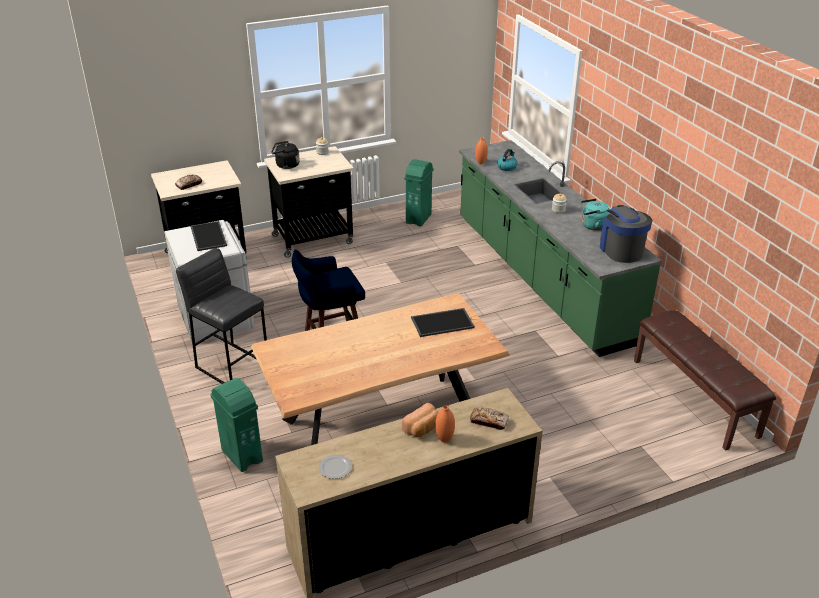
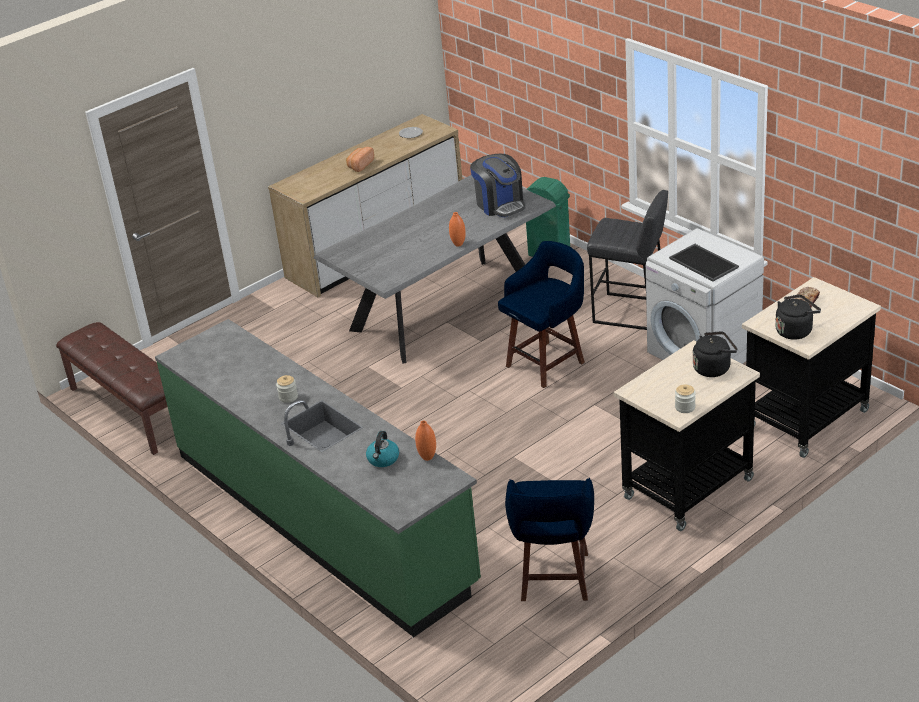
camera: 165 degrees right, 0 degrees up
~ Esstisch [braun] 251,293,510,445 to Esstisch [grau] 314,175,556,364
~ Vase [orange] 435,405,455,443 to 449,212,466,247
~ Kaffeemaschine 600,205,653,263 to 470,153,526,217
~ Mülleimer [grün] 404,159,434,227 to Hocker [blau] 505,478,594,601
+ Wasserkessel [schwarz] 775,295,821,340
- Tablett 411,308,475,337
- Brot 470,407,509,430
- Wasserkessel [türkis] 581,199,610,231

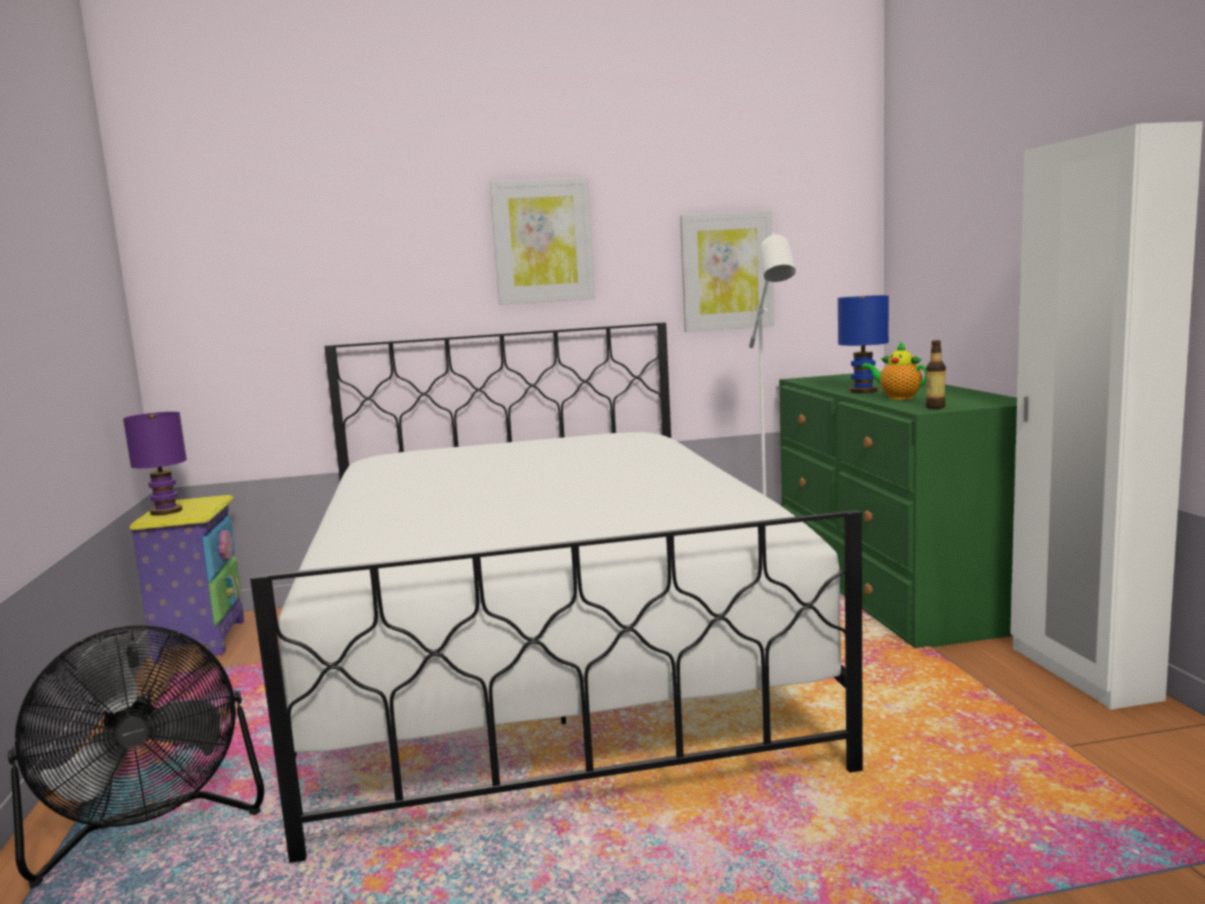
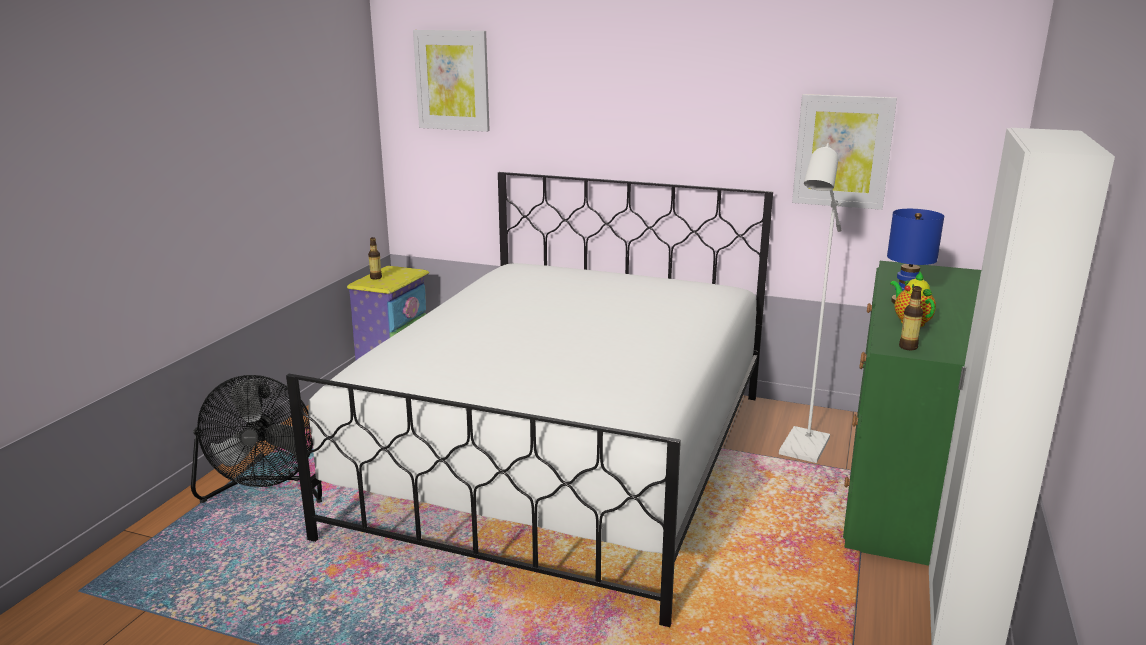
camera: 30 degrees right, 10 degrees up
~ Tischlampe [lila] 123,412,187,516 to Flasche 368,237,382,280
~ Bild 490,177,595,305 to 413,30,490,132

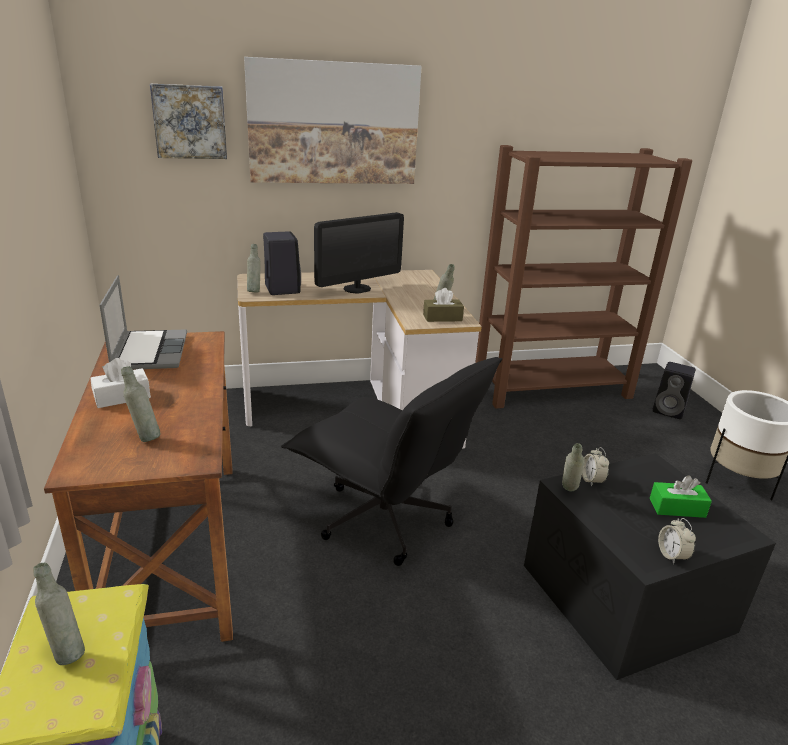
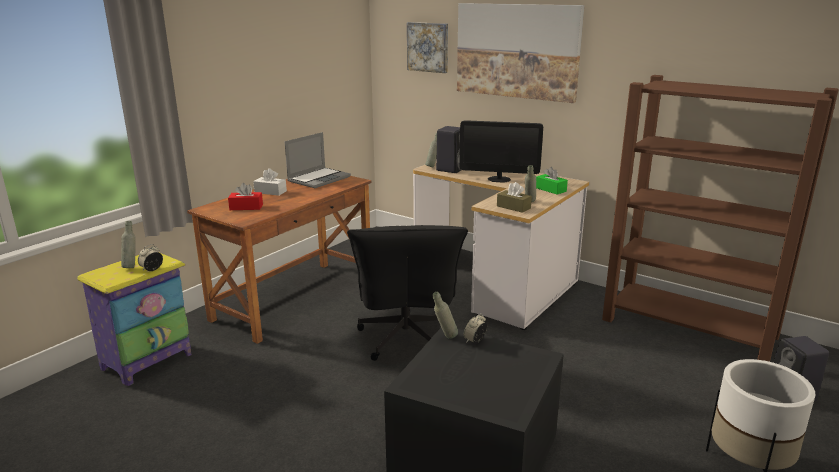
camera: 50 degrees right, 5 degrees down
~ Wecker 658,518,696,564 to 138,244,163,271
~ Flasche [grau] 121,366,160,442 to Taschentuchbox [rot] 228,183,263,210
~ Taschentuchbox [grün] 650,475,712,518 to 536,167,568,194

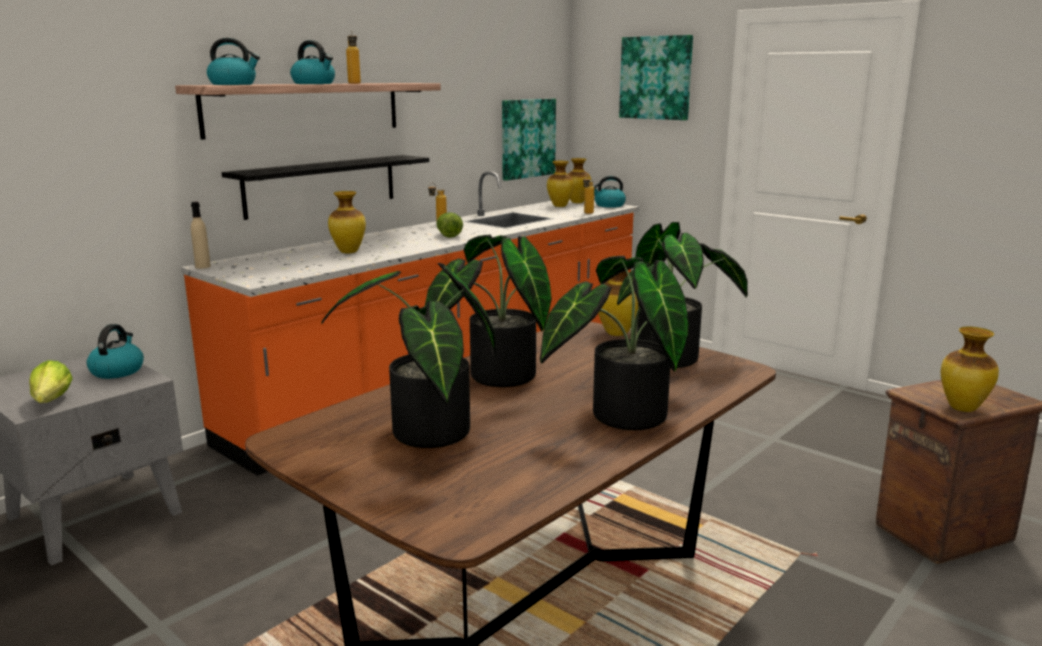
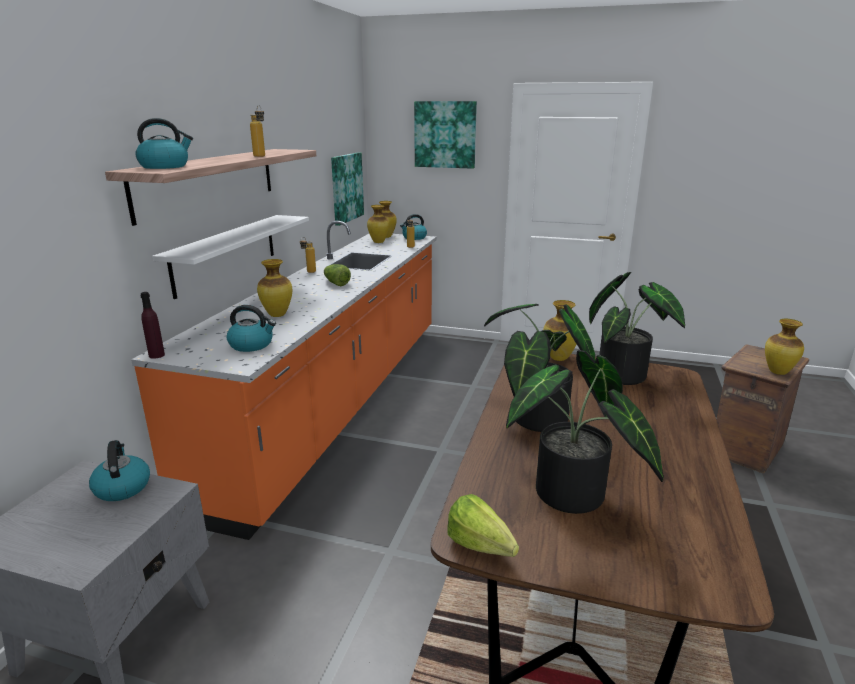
camera: 25 degrees left, 5 degrees up
~ Flasche [beige] 191,202,211,269 to Flasche [lila] 140,292,165,359
~ Wandregal [schwarz] 222,155,429,220 to Wandregal [weiß] 152,215,309,299
~ Wasserkessel 290,40,335,84 to 227,305,276,352
~ Salatkopf 29,360,73,403 to 447,494,519,557
- Topfpflanze 540,256,689,430

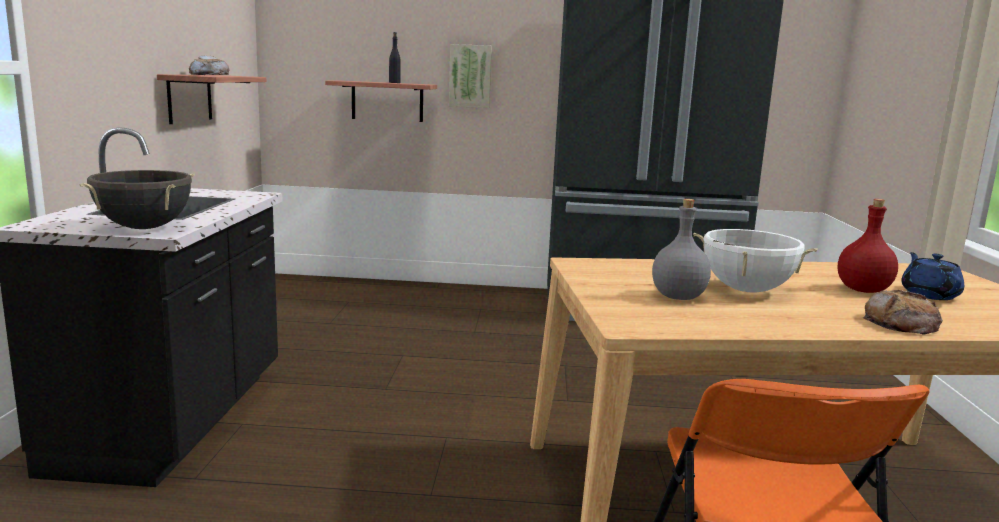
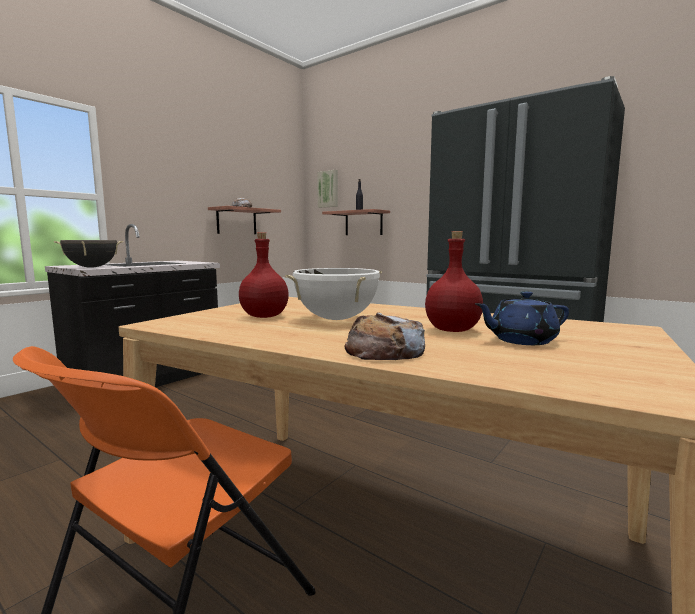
camera: 35 degrees right, 5 degrees down
~ Flasche [grau] 652,199,711,300 to Flasche [rot] 239,232,289,318
~ Bild 449,44,492,108 to 317,170,338,208
~ Teekanne [blau] 901,252,964,300 = 475,291,569,345 135 degrees counterclockwise

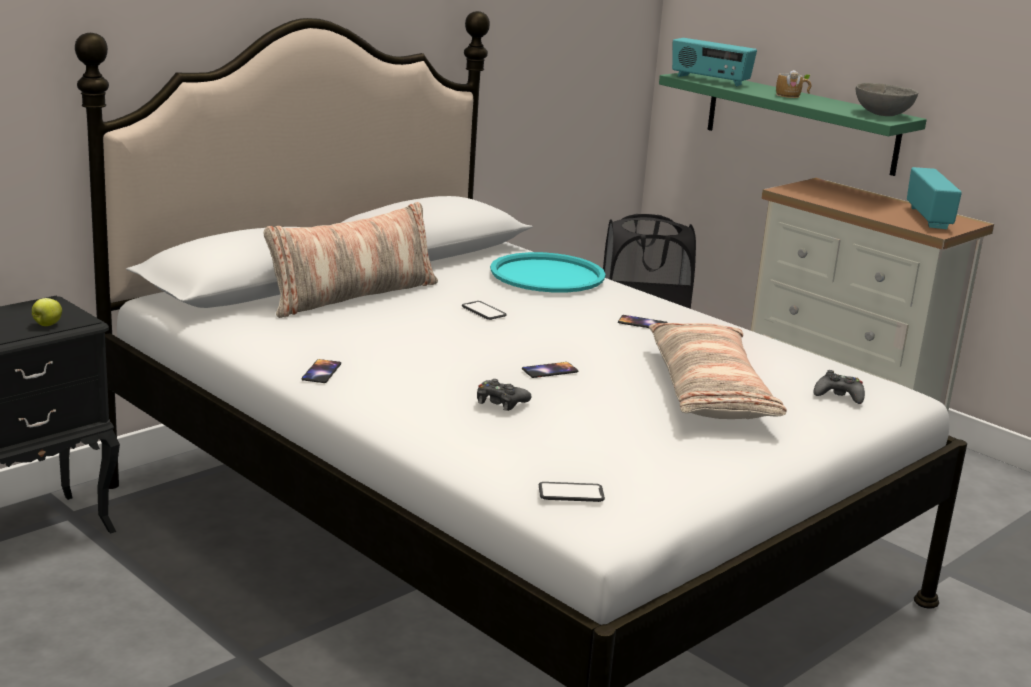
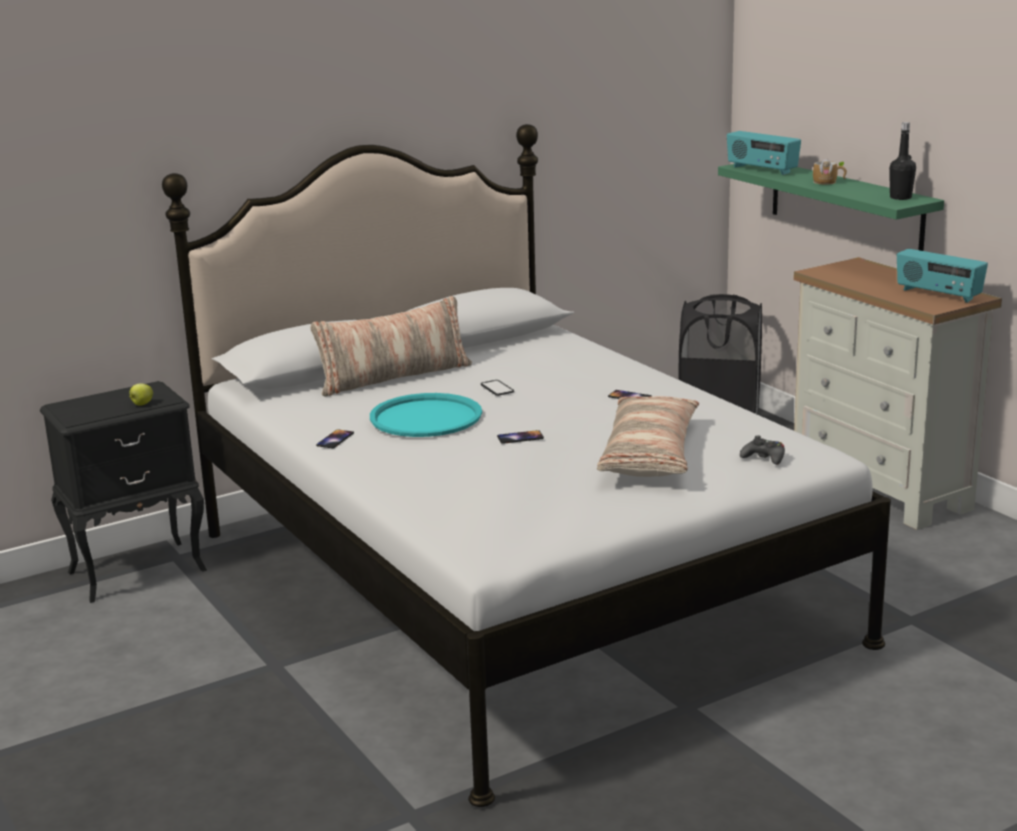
camera: 15 degrees right, 0 degrees up
~ Tablett [türkis] 490,252,606,292 to 370,393,482,437
~ Schüssel [grau] 856,83,918,116 to Flasche [schwarz] 889,122,916,200
~ Radio 907,167,962,229 = 897,249,988,303 120 degrees clockwise
- Gamepad [schwarz] 477,379,532,411
- Handy 539,482,605,502

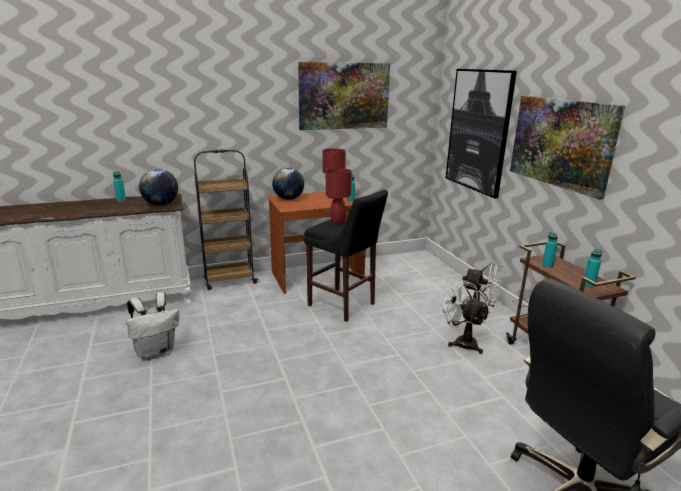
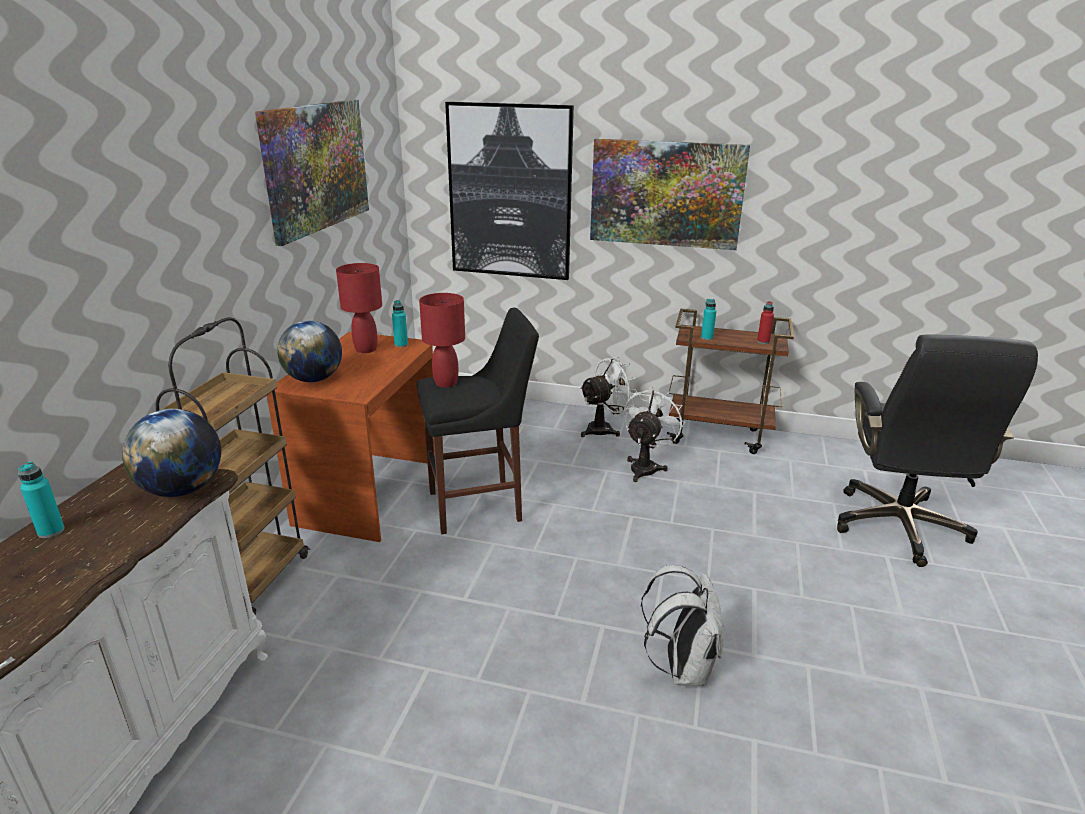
camera: 55 degrees left, 5 degrees up
~ Ventilator [weiß] 438,279,491,354 = 623,386,685,482 120 degrees clockwise
~ Rucksack [weiß] 126,292,179,360 to 641,565,724,687
~ Flasche [türkis] 584,249,602,288 to Flasche [rot] 757,301,774,344

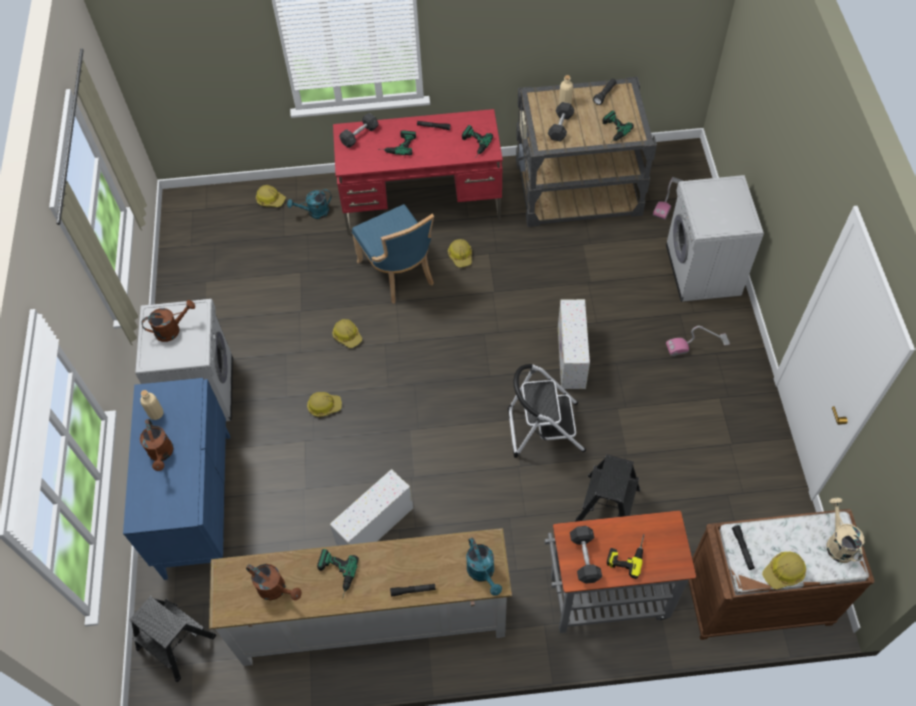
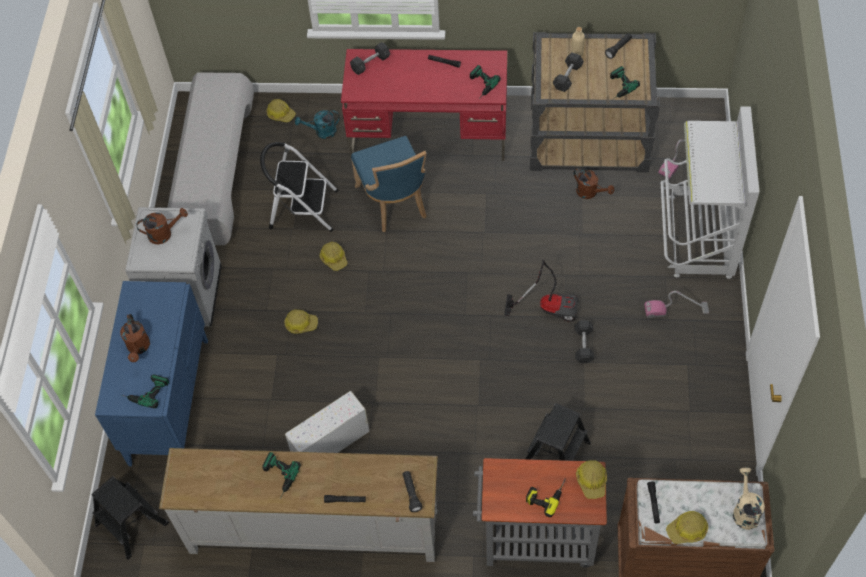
camera: 10 degrees right, 0 degrees up
~ Bohrmaschine 379,130,416,155 to 122,374,169,408
+ Bank [grau] 167,72,254,245
~ Trittleiter 508,364,586,458 to 260,142,338,232
~ Gießkanne [türkis] 466,537,502,595 to Taschenlampe [schwarz] 402,471,423,512
~ Aufbewahrungsbox [weiß] 558,299,590,389 to Staubsauger 504,260,578,321
~ Gießkanne [braun] 246,564,302,600 to 573,168,614,199
~ Hantel [grau] 570,526,602,584 to 574,320,594,363
~ Schutzhelm 448,239,472,267 to 576,460,607,499
~ Waschmaschine [weiß] 666,175,764,302 to Schuhregal [weiß] 661,106,760,279
- Flasche [beige] 140,390,164,420

